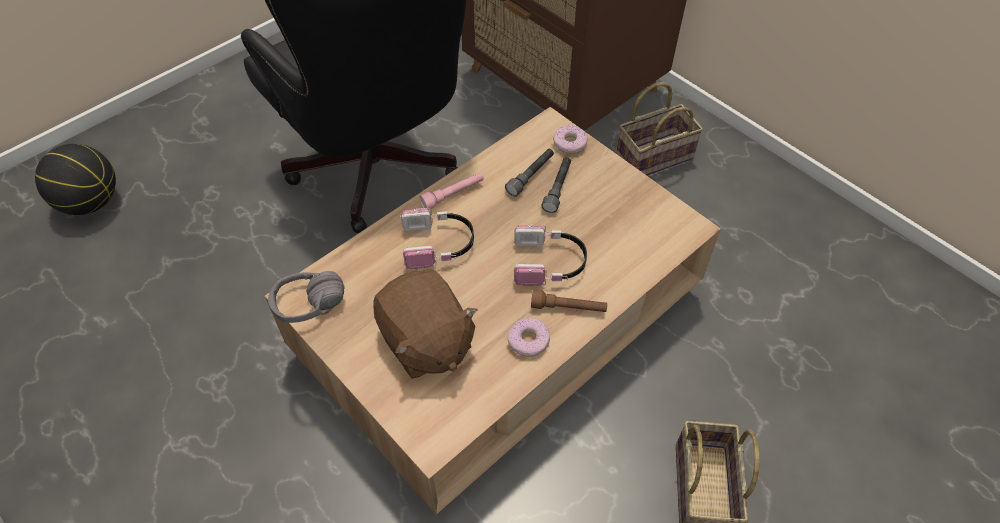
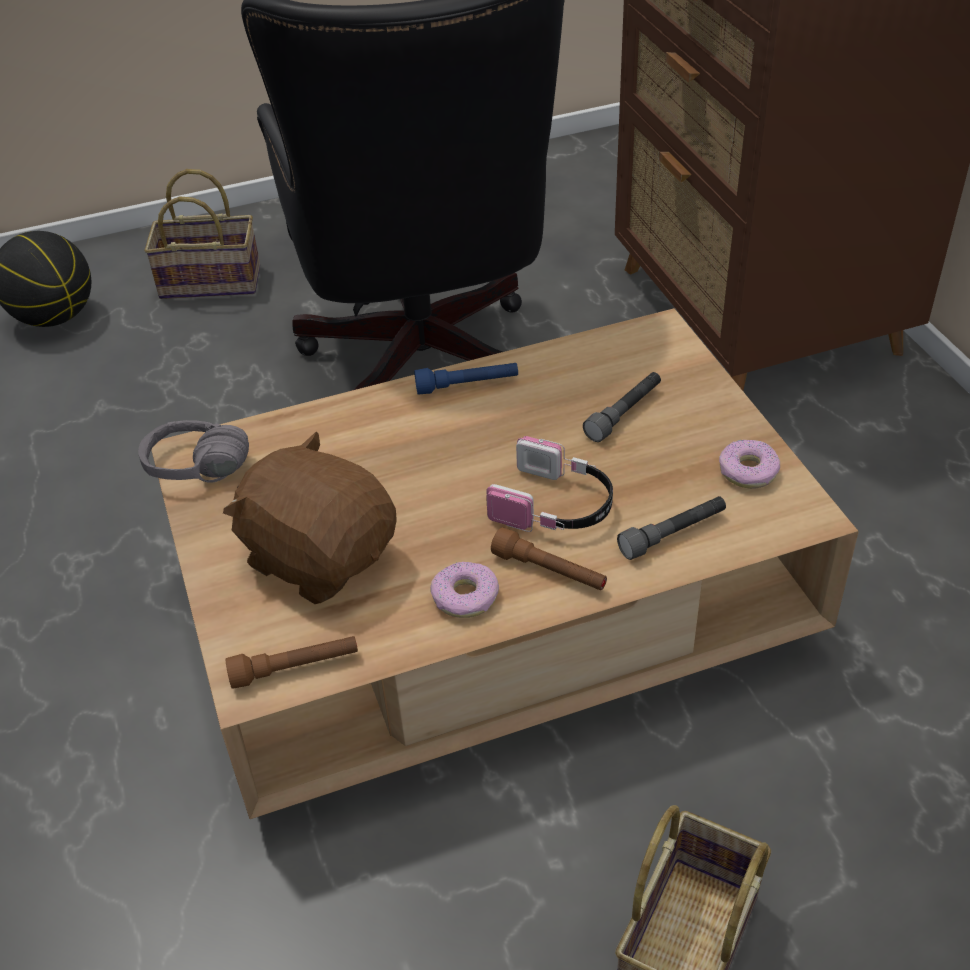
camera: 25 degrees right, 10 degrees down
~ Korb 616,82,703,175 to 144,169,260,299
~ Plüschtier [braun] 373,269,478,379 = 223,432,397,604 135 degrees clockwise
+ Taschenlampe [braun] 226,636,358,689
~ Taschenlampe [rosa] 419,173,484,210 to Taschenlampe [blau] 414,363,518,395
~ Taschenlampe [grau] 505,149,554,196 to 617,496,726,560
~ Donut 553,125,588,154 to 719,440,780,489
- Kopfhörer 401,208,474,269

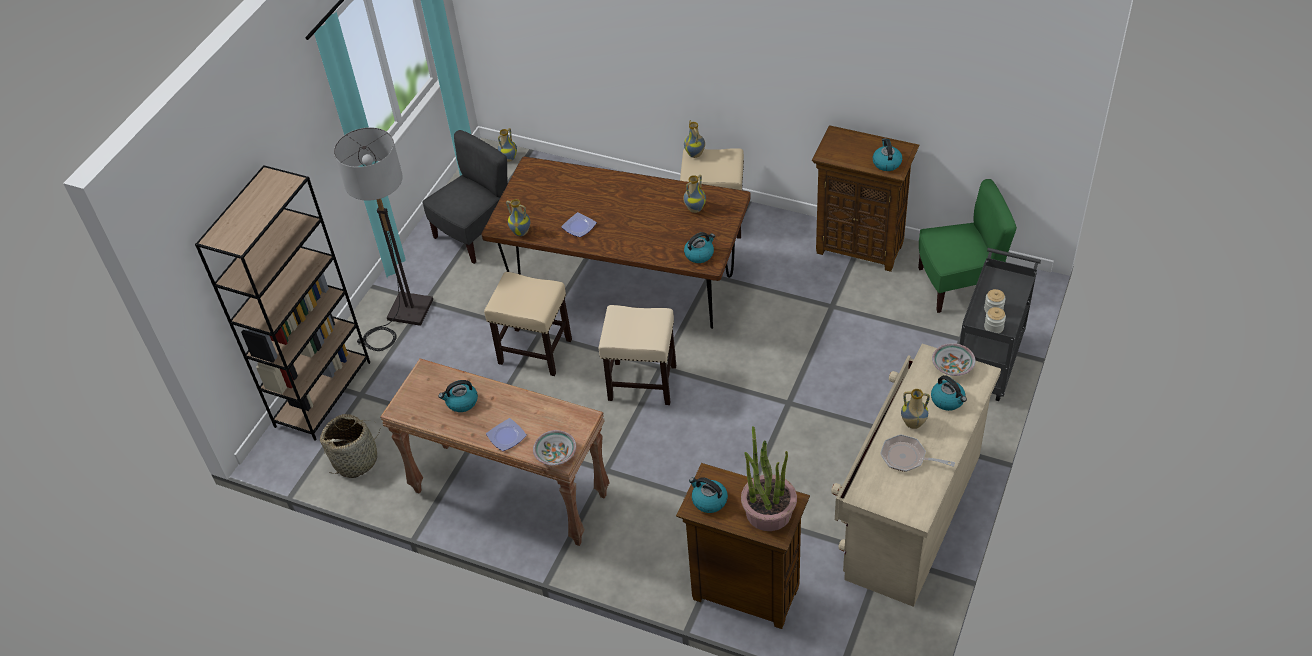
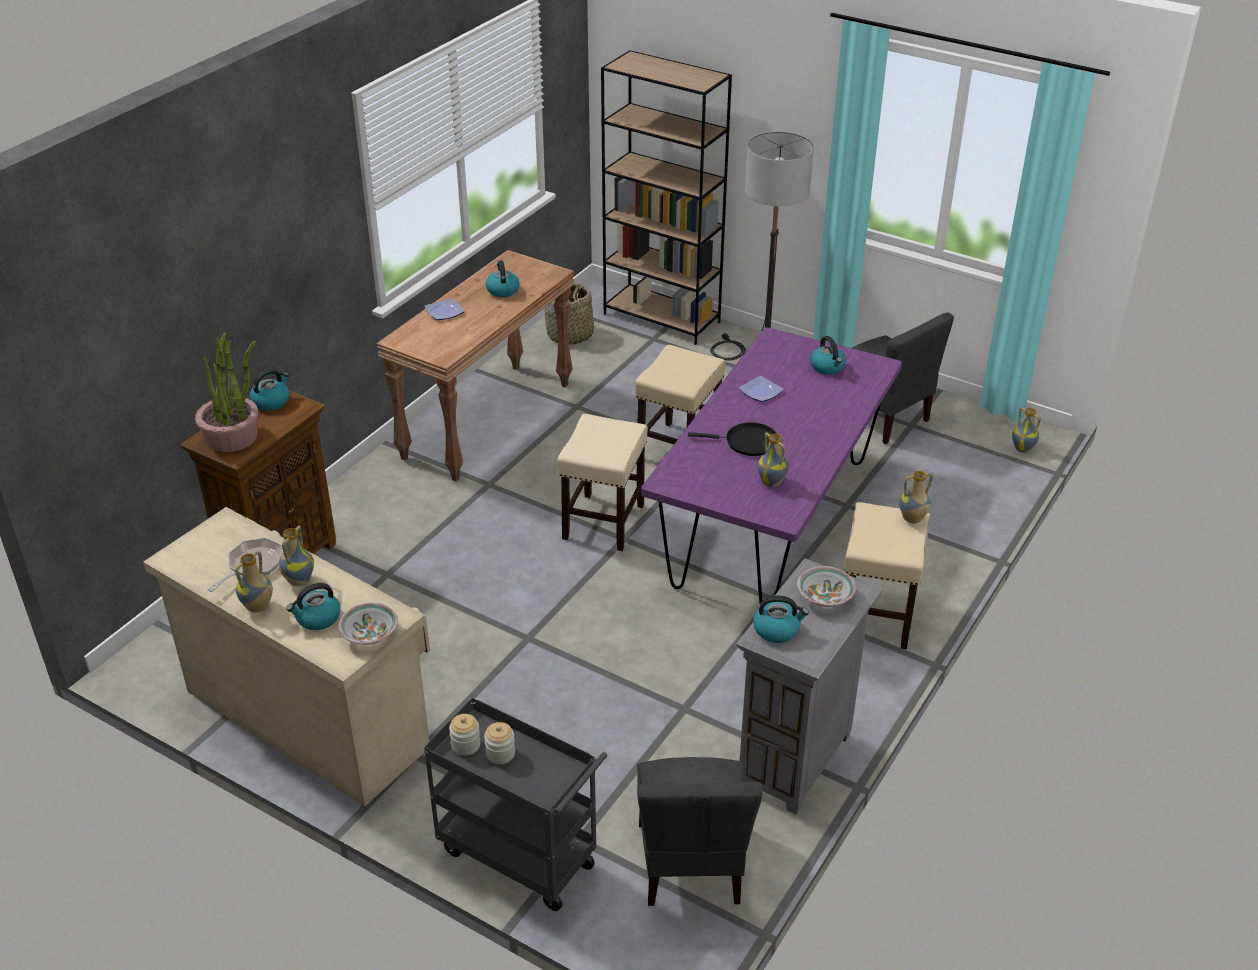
camera: 95 degrees right, 10 degrees down
~ Vase 506,199,531,236 to 235,551,273,612
~ Stuhl [grün] 918,179,1017,313 to Stuhl [grau] 637,757,762,906
~ Esstisch [braun] 481,157,751,329 to Esstisch [lila] 641,327,902,604
+ Pfanne [schwarz] 688,422,777,456
~ Schrank [braun] 812,125,919,272 to Schrank [grau] 736,558,883,815
~ Schüssel 533,430,576,466 to 797,566,856,607
~ Wasserkessel 684,232,715,263 to 810,336,846,375

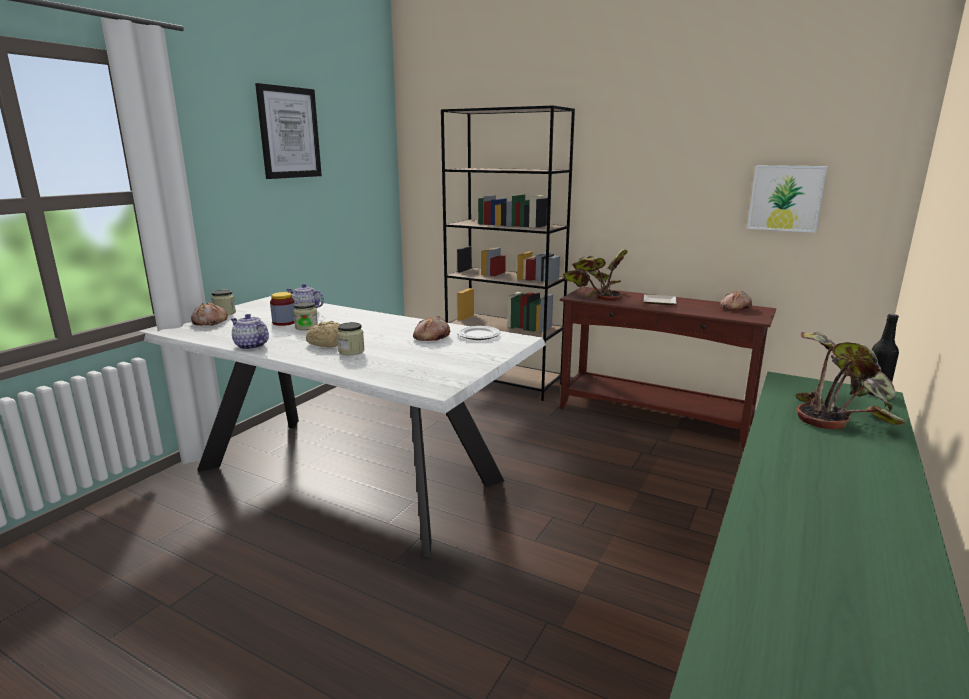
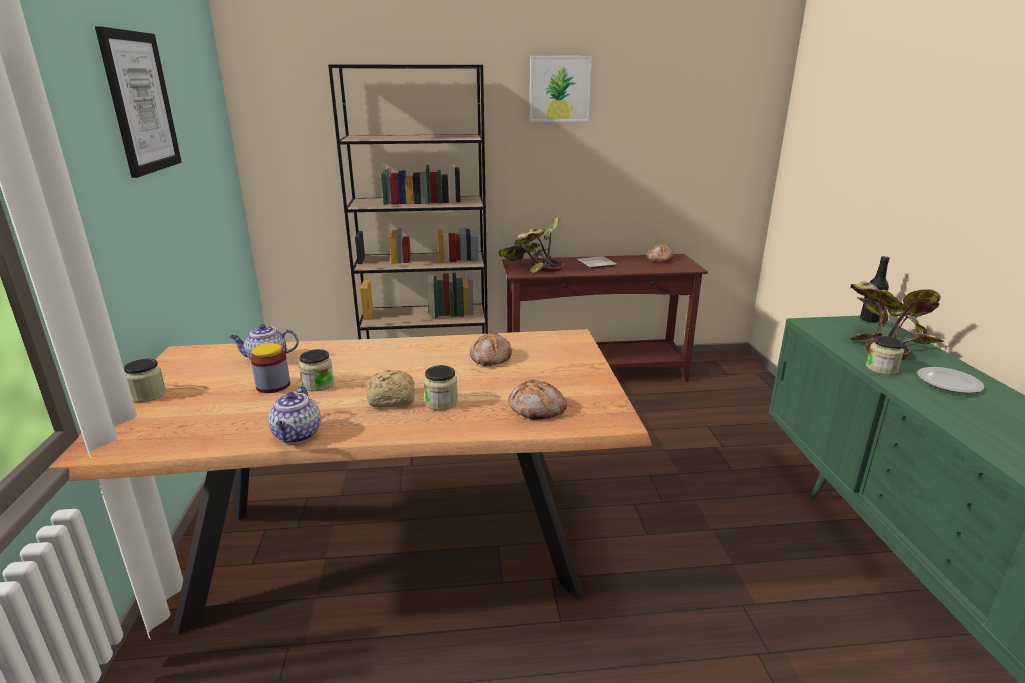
camera: 35 degrees left, 5 degrees up
~ Esstisch [weiß] 138,296,546,557 to Esstisch [braun] 49,329,652,635
~ Teekanne 231,314,269,350 = 268,386,321,443 90 degrees counterclockwise
~ Brot 191,302,228,326 to 508,379,567,420
~ Bild 747,165,827,233 to 529,56,592,122
+ Vorratsglas 866,336,904,375
~ Teller 457,326,501,340 to 917,367,984,393

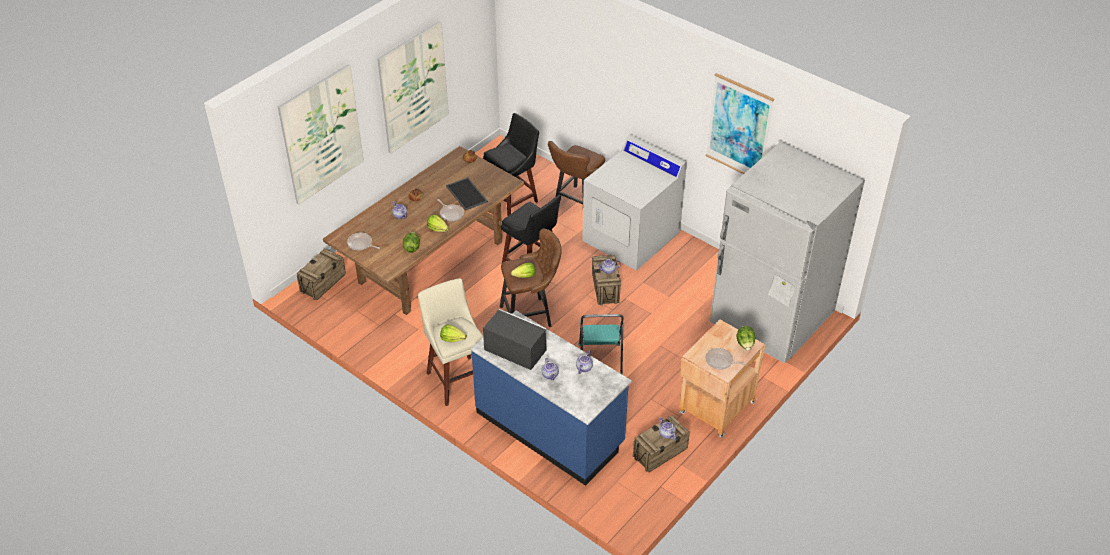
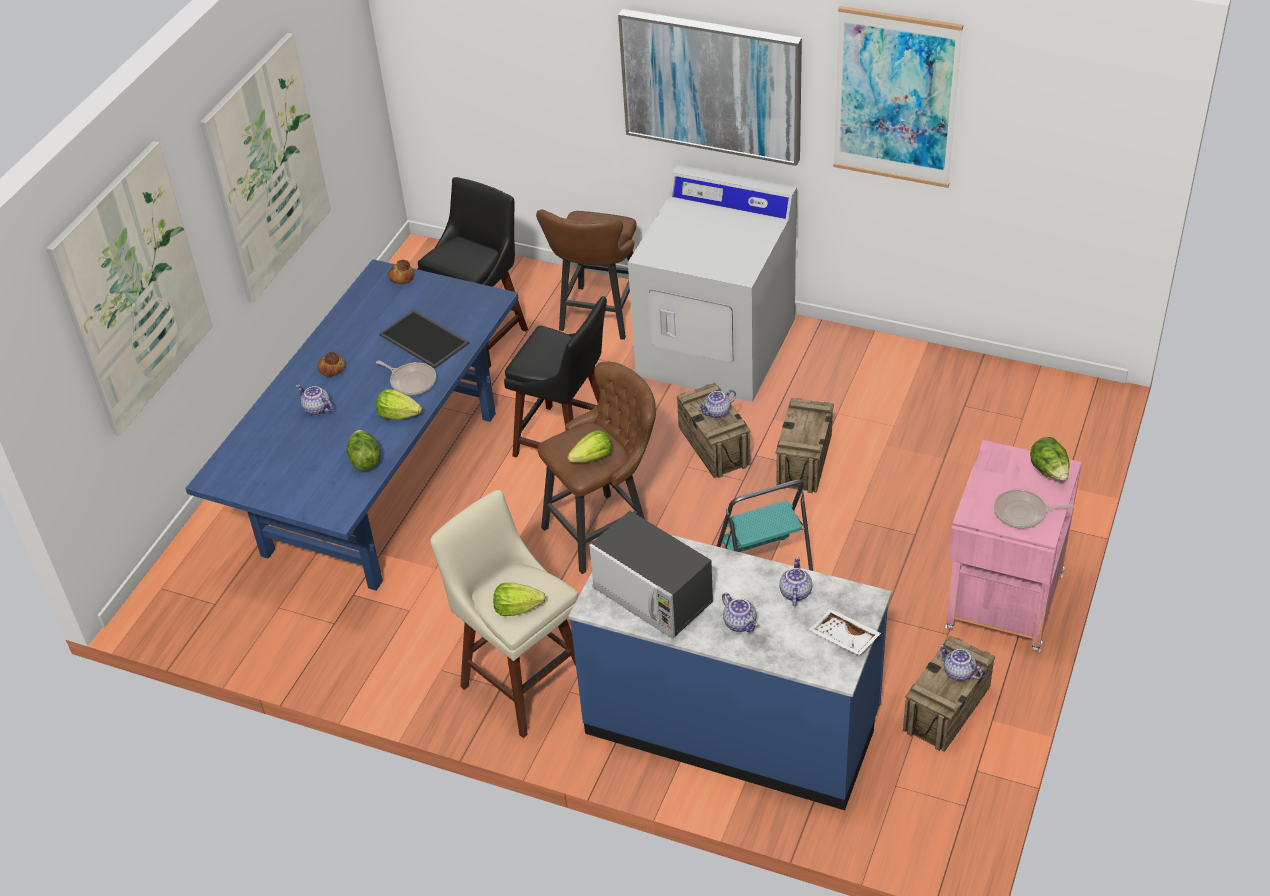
camera: 15 degrees left, 0 degrees up
~ Esstisch [braun] 323,146,524,315 to Esstisch [blau] 185,259,519,591
~ Mikrowelle 483,309,547,370 = 589,511,713,639 150 degrees counterclockwise
+ Bild 618,9,802,166
~ Kiste 297,249,346,300 to 776,398,834,493
+ Tablett [weiß] 809,609,881,655
~ Rollwagen [braun] 679,320,766,438 to Rollwagen [rosa] 945,440,1082,652
- Pfanne 347,233,380,250
- Kühlschrank [weiß] 710,141,865,363

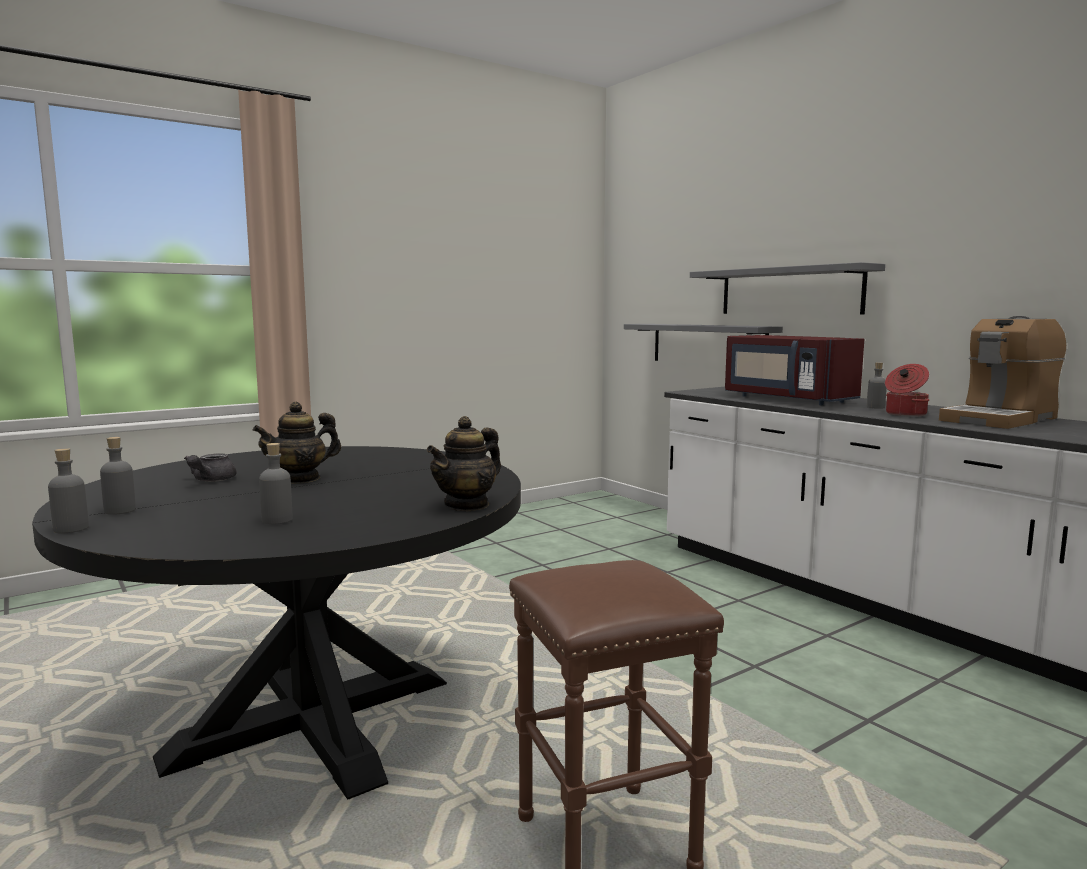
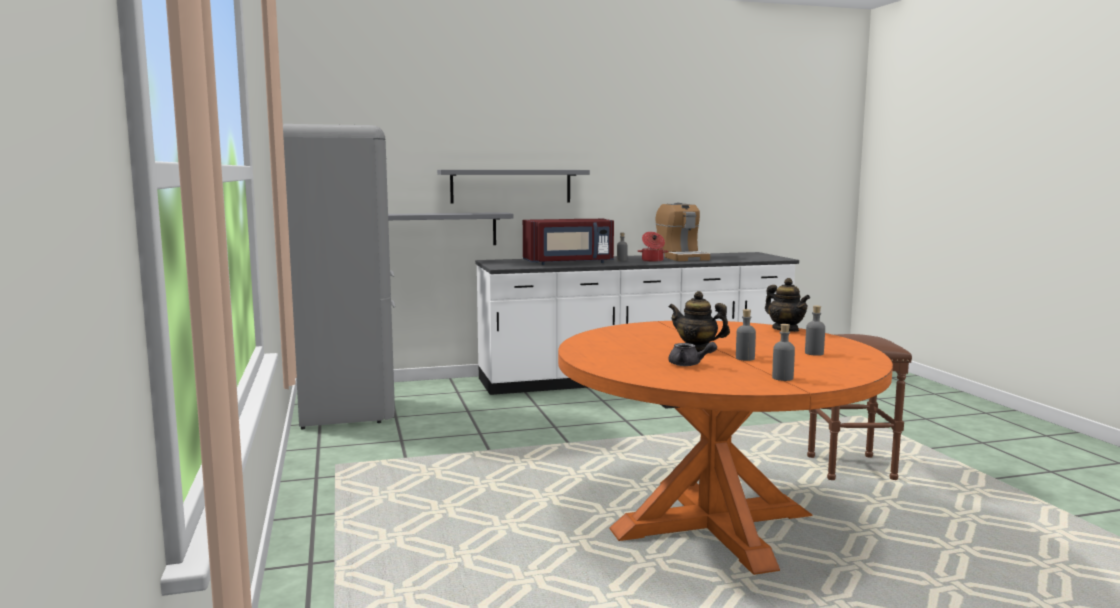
camera: 70 degrees left, 0 degrees up
+ Kühlschrank [grau] 283,124,395,429
~ Esstisch [schwarz] 32,446,521,800 to Esstisch [orange] 558,321,893,575
~ Teekanne 253,402,341,484 = 669,291,730,352 135 degrees clockwise
~ Flasche [grau] 48,448,89,533 to 736,309,756,361

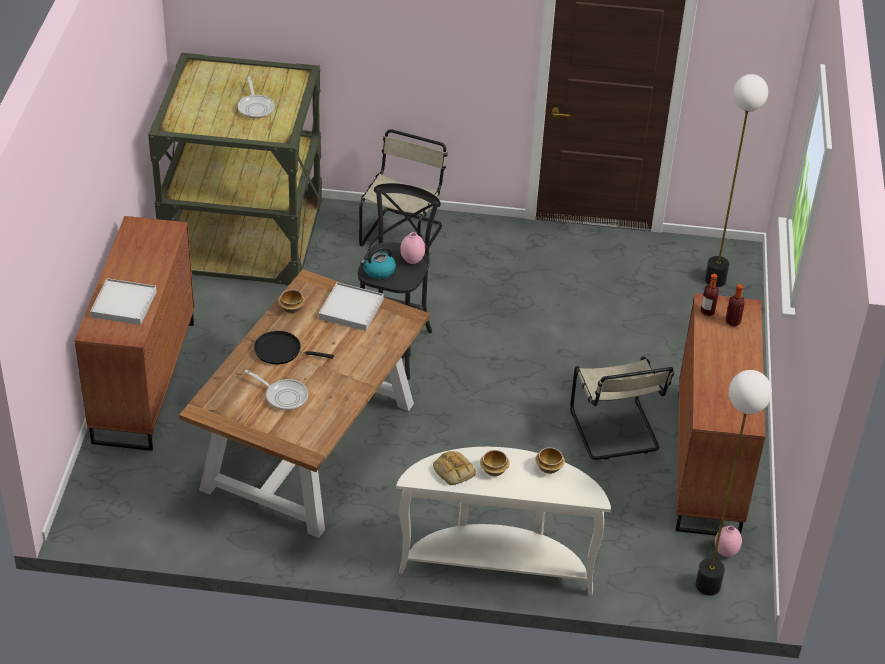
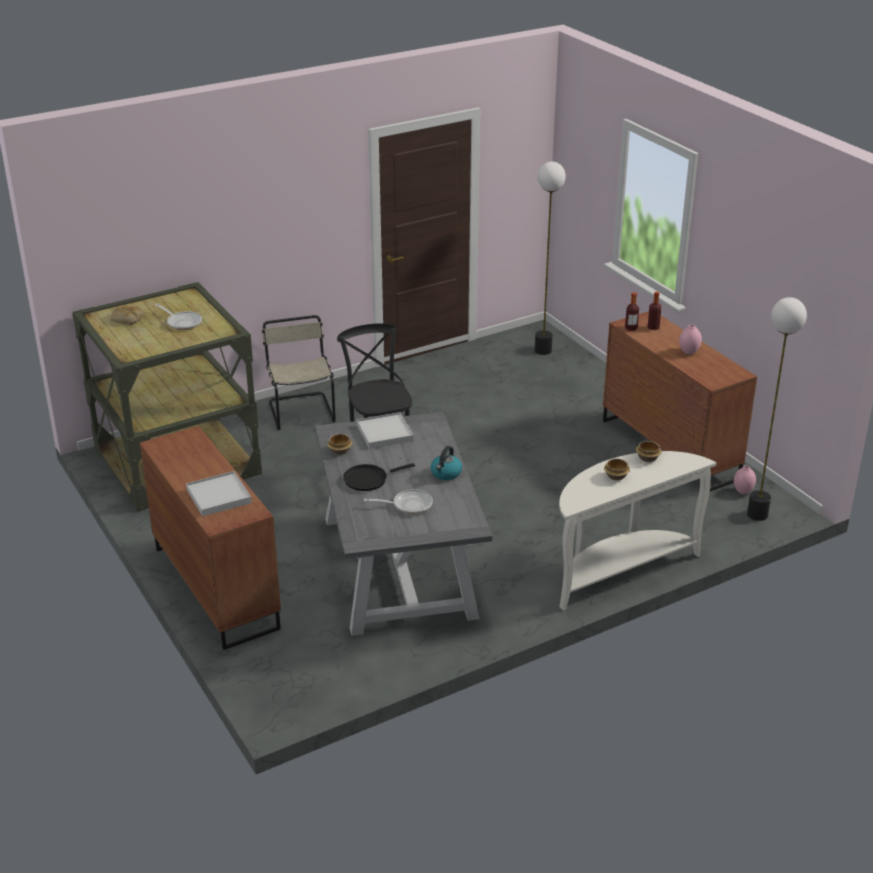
camera: 35 degrees left, 10 degrees down
~ Brot 433,451,476,485 to 110,306,145,325
~ Esstisch [braun] 179,269,430,538 to Esstisch [grau] 315,412,492,636
~ Wasserkessel 360,246,396,279 to 431,446,462,480
~ Vase [rosa] 400,232,425,264 to 679,324,702,354
- Stuhl [beige] 570,357,674,460

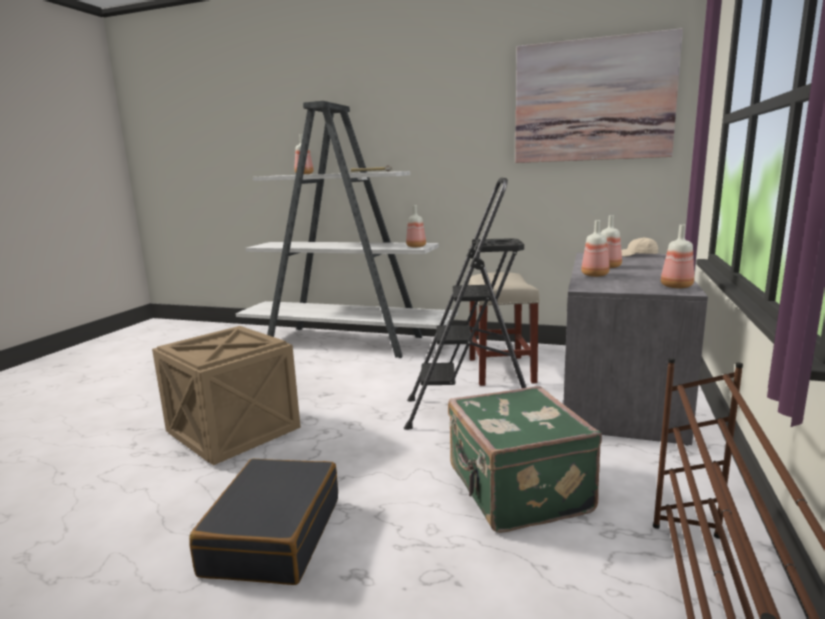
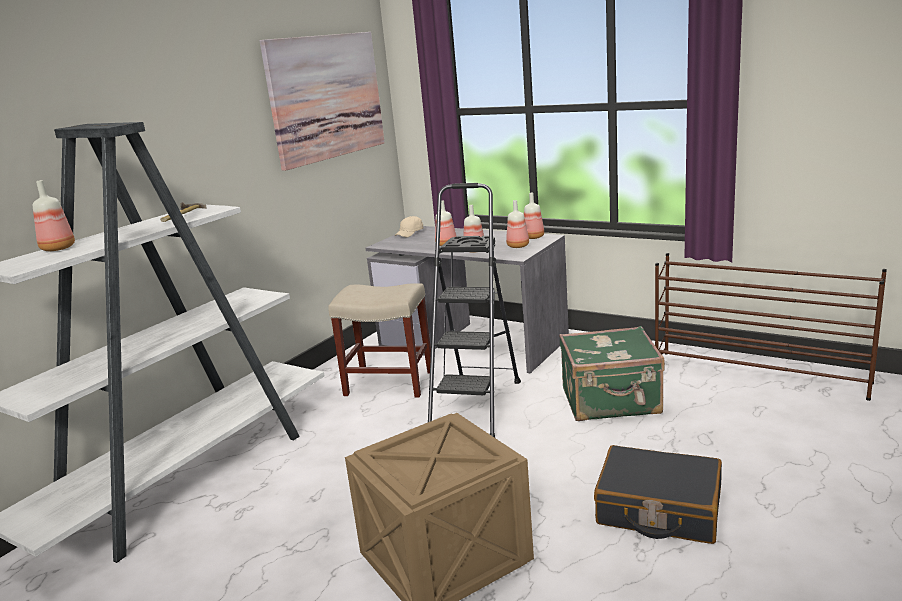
camera: 75 degrees left, 5 degrees up
~ Flasche 406,205,426,247 to 506,200,529,248

